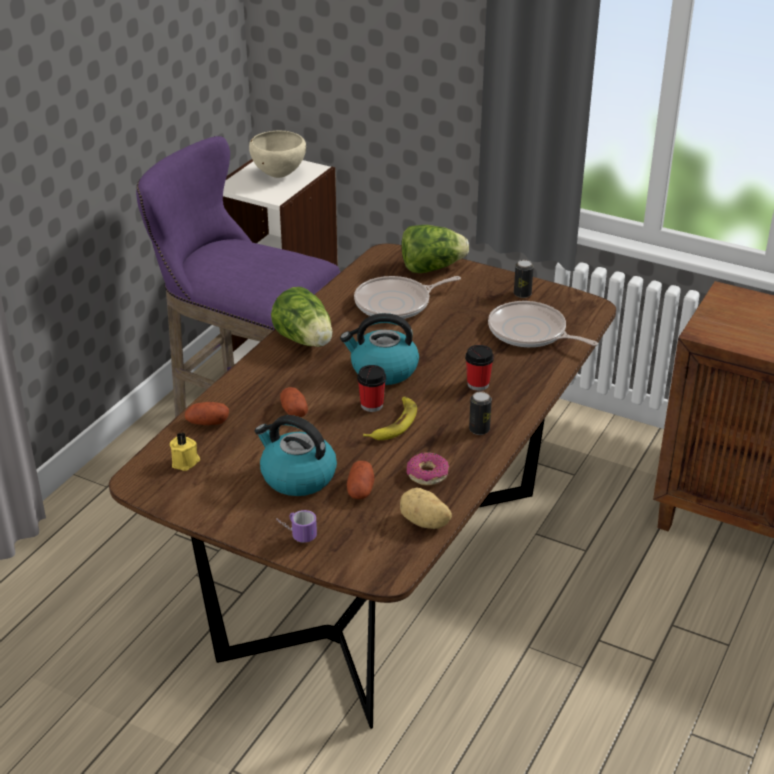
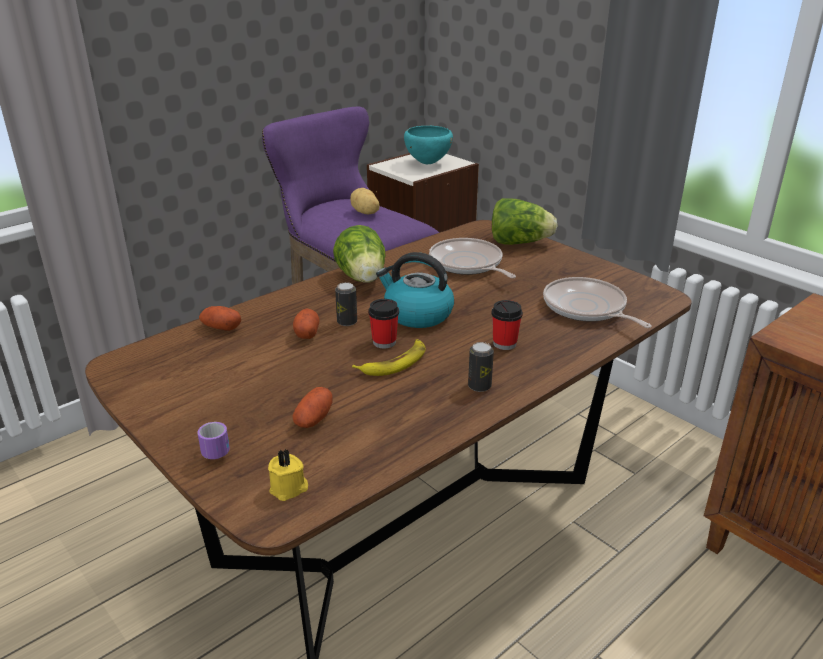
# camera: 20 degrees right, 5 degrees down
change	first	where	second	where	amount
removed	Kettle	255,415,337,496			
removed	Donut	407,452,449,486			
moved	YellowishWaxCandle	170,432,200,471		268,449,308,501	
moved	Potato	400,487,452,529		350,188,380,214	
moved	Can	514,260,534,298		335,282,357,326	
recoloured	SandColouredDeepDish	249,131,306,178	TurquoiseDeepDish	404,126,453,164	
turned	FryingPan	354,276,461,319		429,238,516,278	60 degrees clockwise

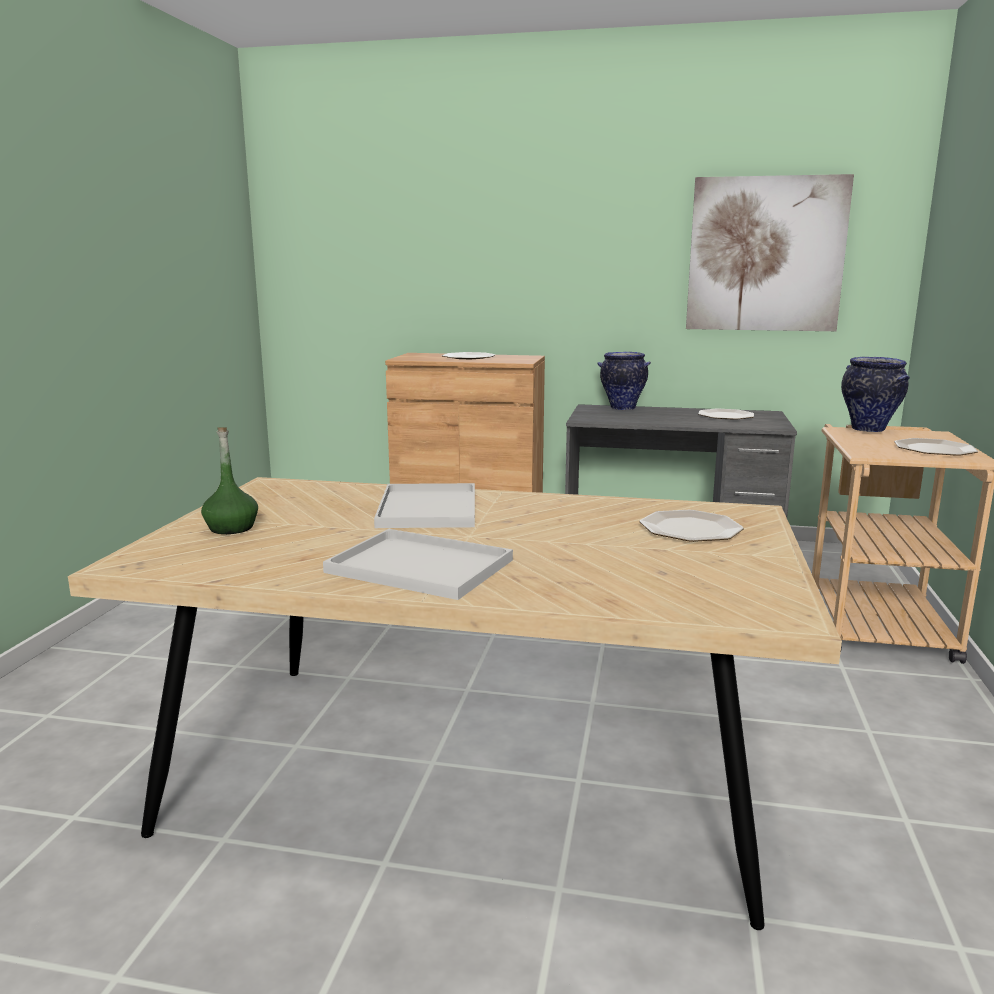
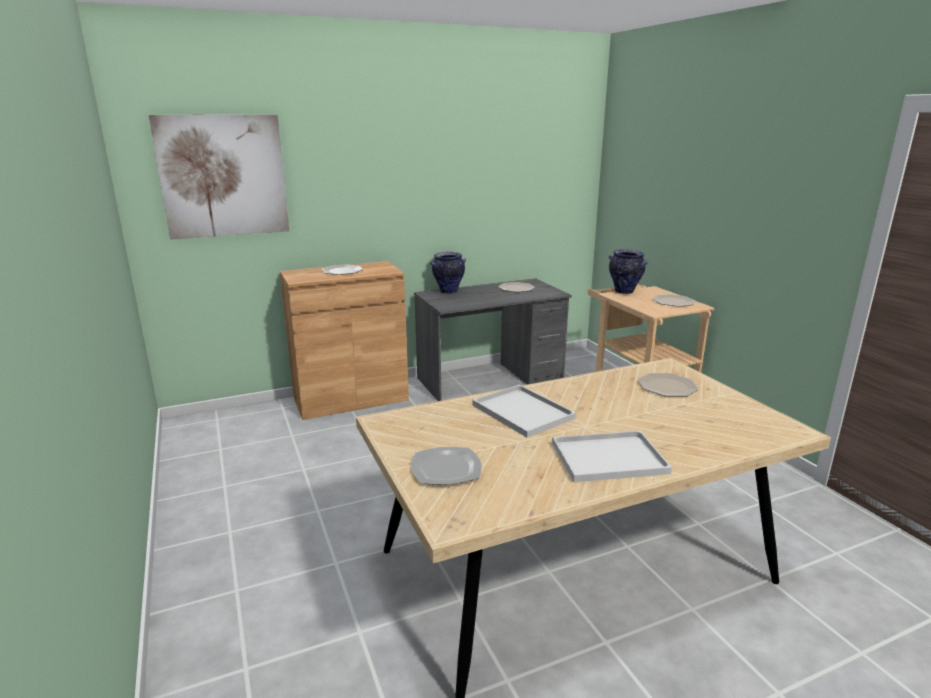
# camera: 35 degrees left, 5 degrees up
change	first	where	second	where	amount
moved	WallArt	686,174,854,331		149,115,289,240	
replaced	GreenColouredDrinkBottle	201,427,258,534	FlatDish	411,447,481,485	

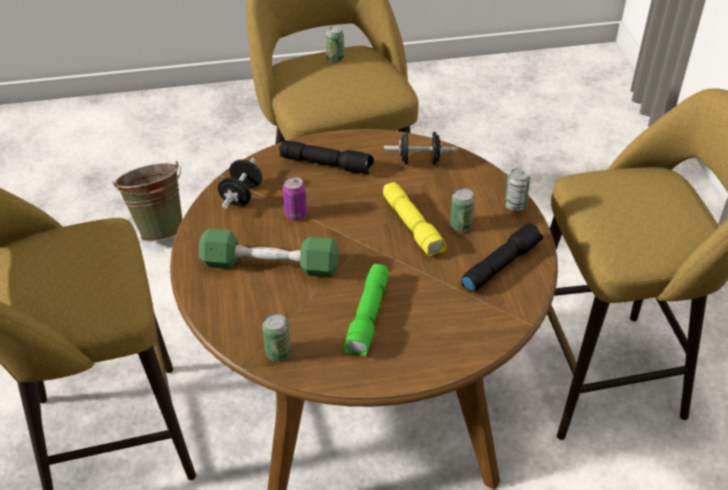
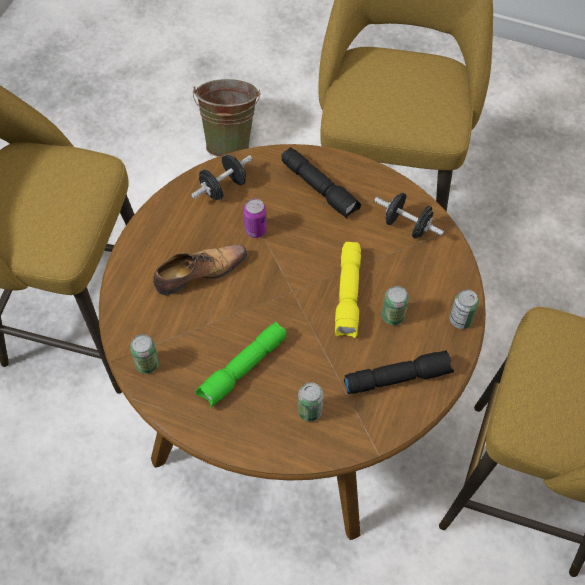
# camera: 30 degrees right, 15 degrees up
change	first	where	second	where	amount
moved	Can	326,25,344,63		298,382,324,422	
replaced	GreenColouredHandWeight	199,229,339,277	Shoe	153,245,248,295	

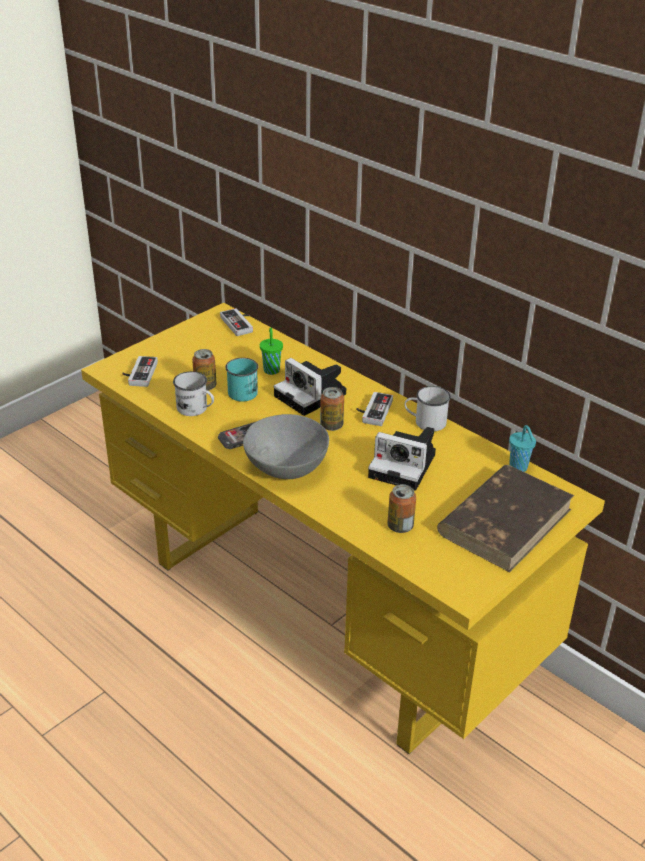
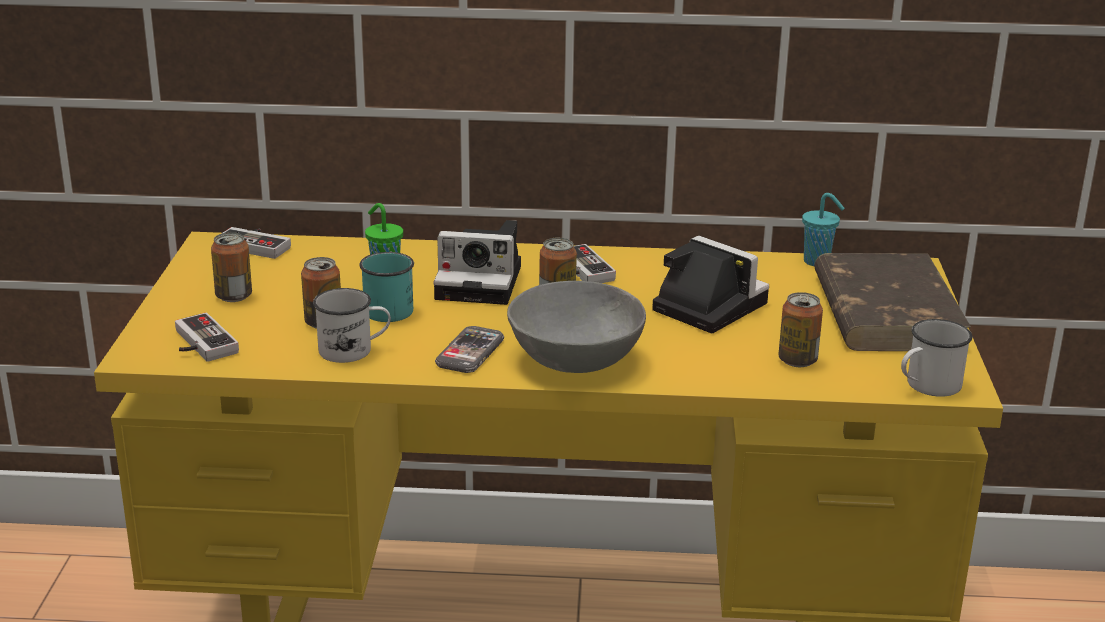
# camera: 40 degrees left, 10 degrees down
change	first	where	second	where	amount
added			Can	211,232,252,302	
moved	WhitishMug	405,386,451,431		901,319,972,397	
turned	PhotoCamera	368,427,436,490		652,236,769,333	120 degrees counterclockwise

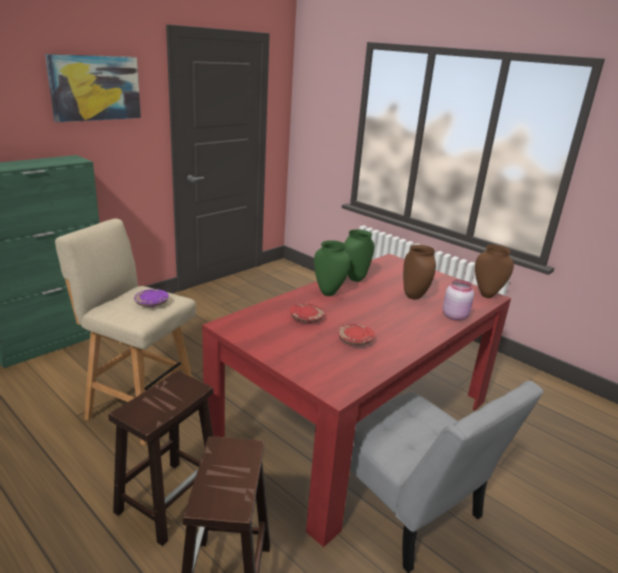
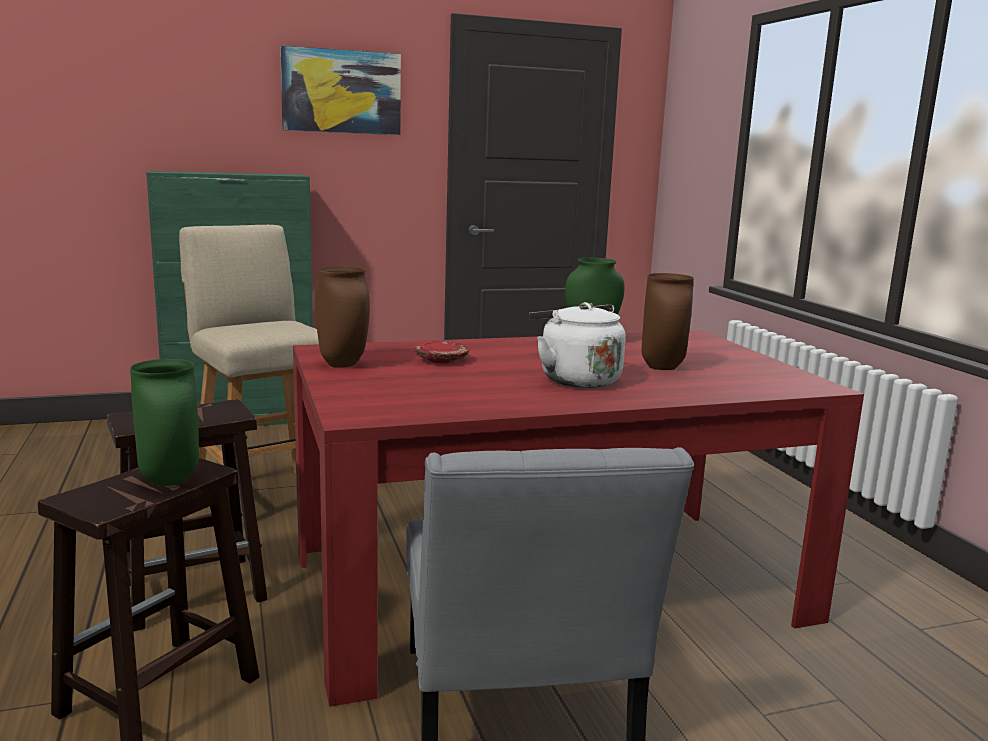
# camera: 30 degrees right, 10 degrees down
change	first	where	second	where	amount
removed	PurpleFlatDish	134,289,169,307			
removed	RedFlatDish	338,324,375,345			
removed	PinkColouredJar	443,280,474,321			
added			WhitishKettle	529,302,626,388	
moved	GreenColouredDecorativeVase	314,240,350,296		130,359,199,486	
moved	BrownishDecorativeVase	475,245,514,298		315,266,370,368	

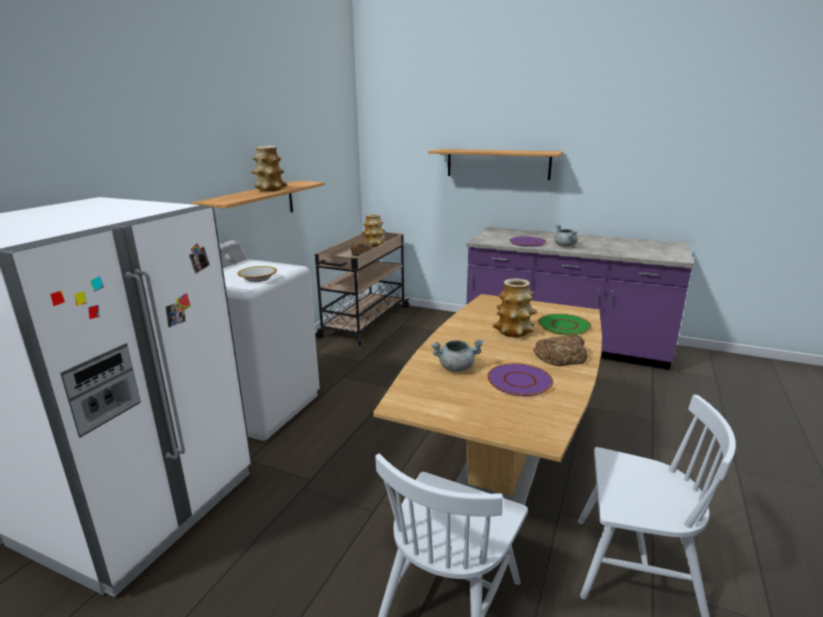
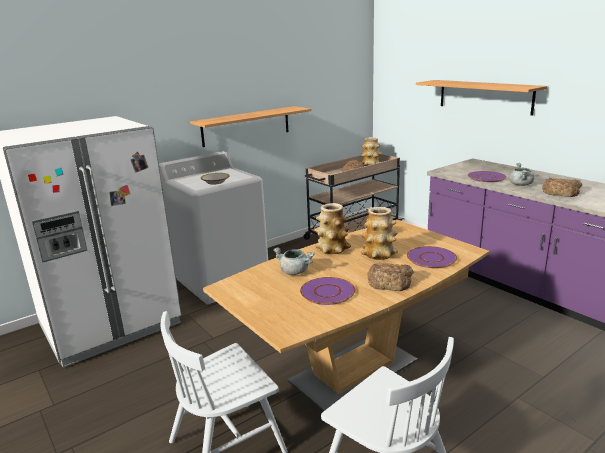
# camera: 30 degrees right, 0 degrees up
change	first	where	second	where	amount
added			Bread	542,178,582,197	
moved	DecorativeVase	251,146,287,191		314,203,351,254	
recoloured	GreenColouredFlatDish	538,314,592,335	PurpleFlatDish	407,246,457,268	

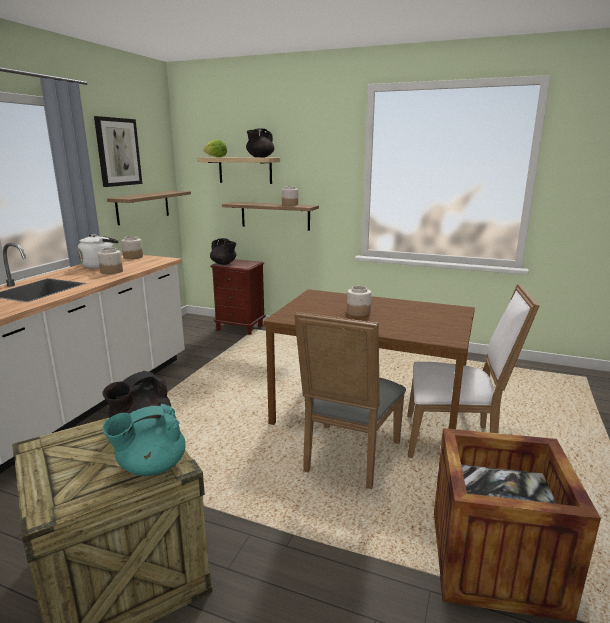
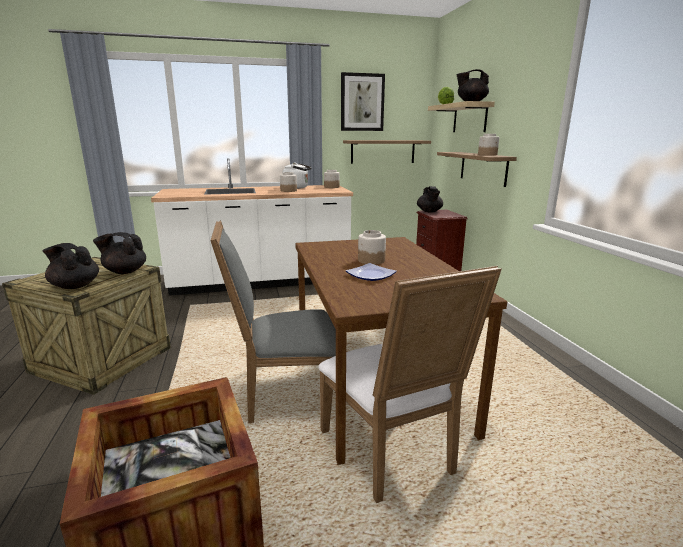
# camera: 55 degrees right, 0 degrees up
change	first	where	second	where	amount
added			FlatDish	346,263,397,281	
recoloured	TurquoisePotForTea	102,404,186,476	BlackColouredPotForTea	42,243,99,289	

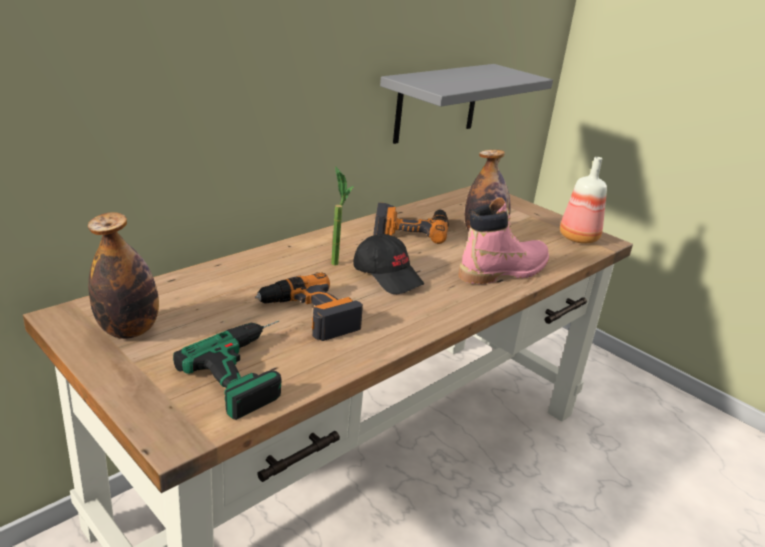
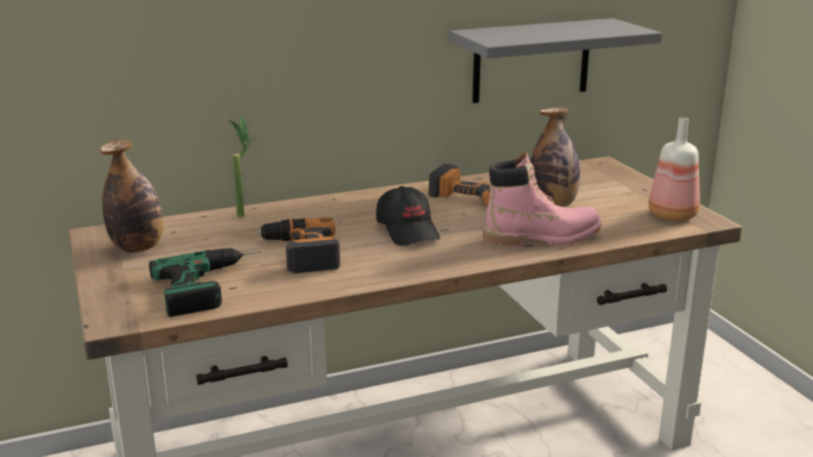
# camera: 25 degrees right, 5 degrees down
change	first	where	second	where	amount
moved	PlantInAPot	331,166,354,266		228,116,257,217	

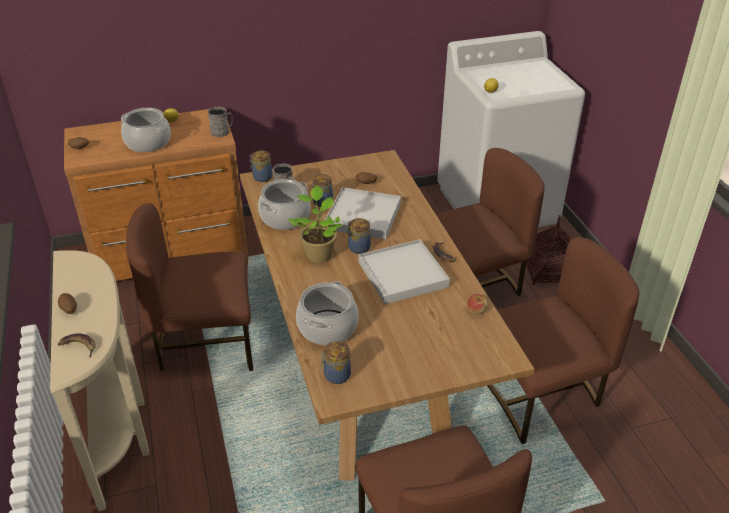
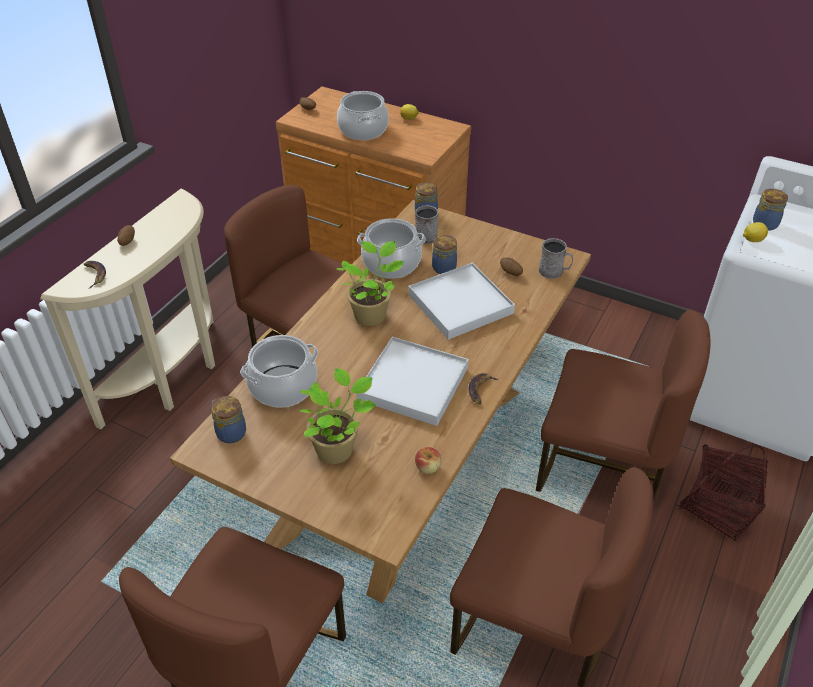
# camera: 45 degrees right, 5 degrees up
change	first	where	second	where	amount
added			PlantInAPot	299,368,376,464	
moved	GrayMug	207,107,233,137		539,238,573,279	
moved	Jar	347,218,371,254		753,189,788,231	

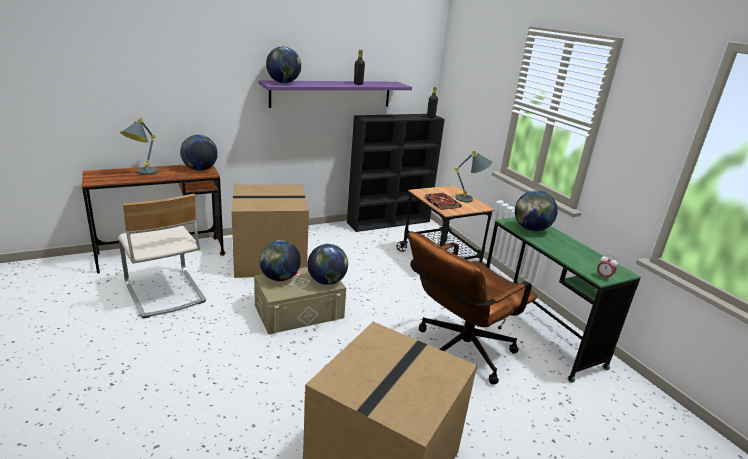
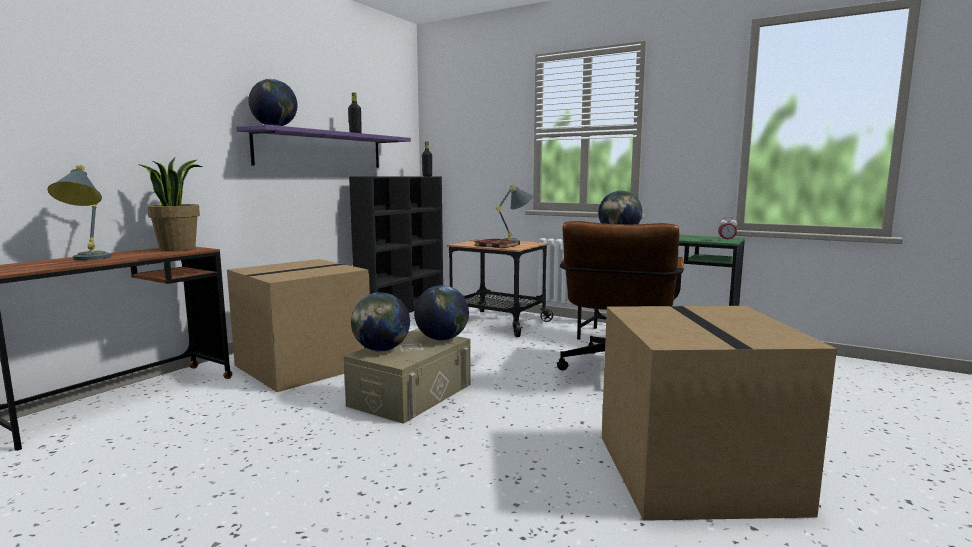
# camera: 30 degrees left, 15 degrees down
change	first	where	second	where	amount
removed	SandColouredPlainChair	118,194,206,318			
replaced	WorldGlobe	180,135,218,171	PlantInAPot	138,157,202,251	

